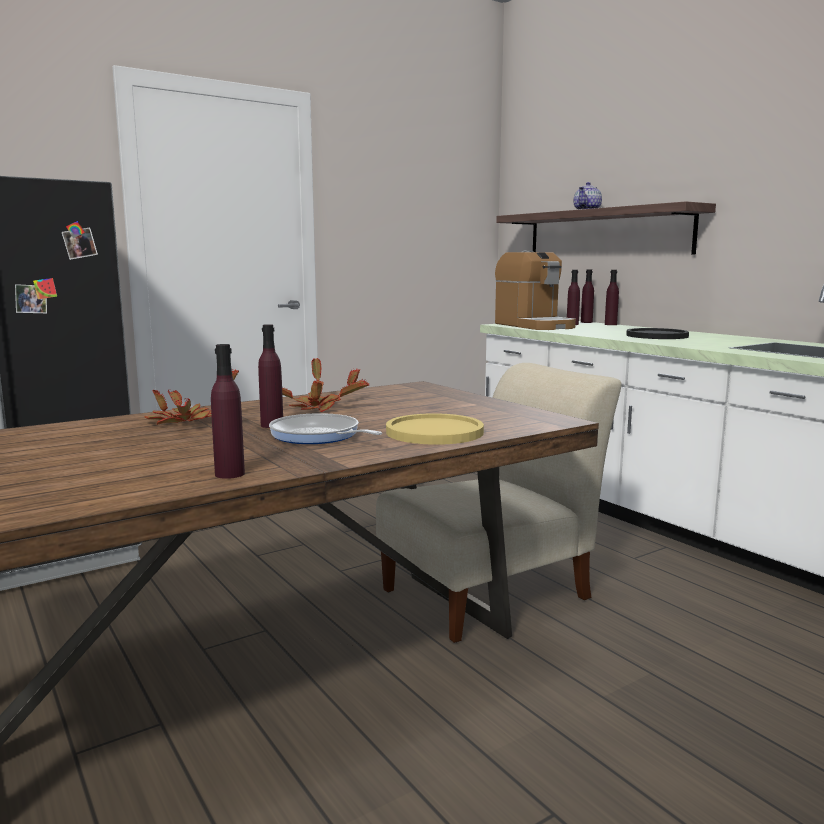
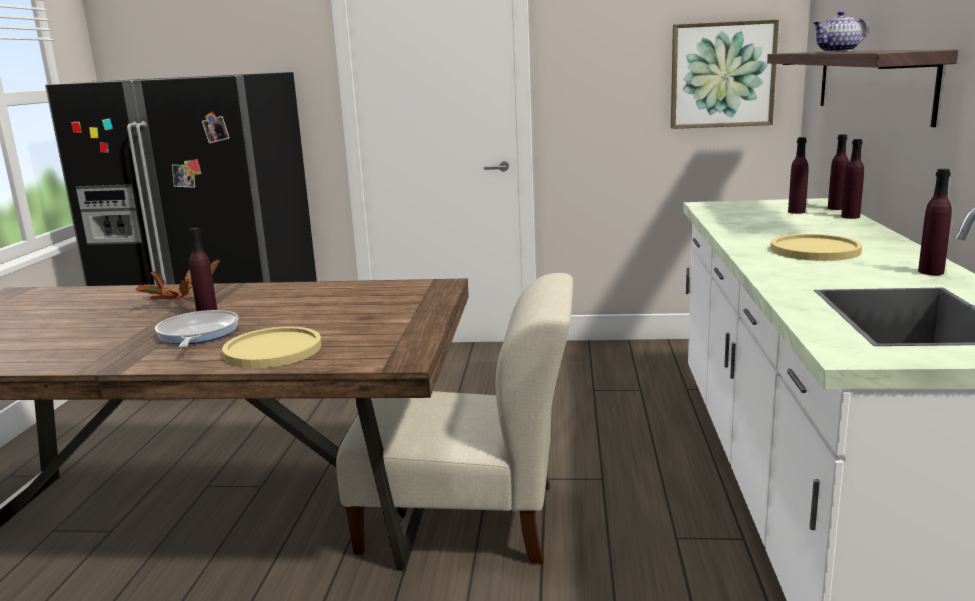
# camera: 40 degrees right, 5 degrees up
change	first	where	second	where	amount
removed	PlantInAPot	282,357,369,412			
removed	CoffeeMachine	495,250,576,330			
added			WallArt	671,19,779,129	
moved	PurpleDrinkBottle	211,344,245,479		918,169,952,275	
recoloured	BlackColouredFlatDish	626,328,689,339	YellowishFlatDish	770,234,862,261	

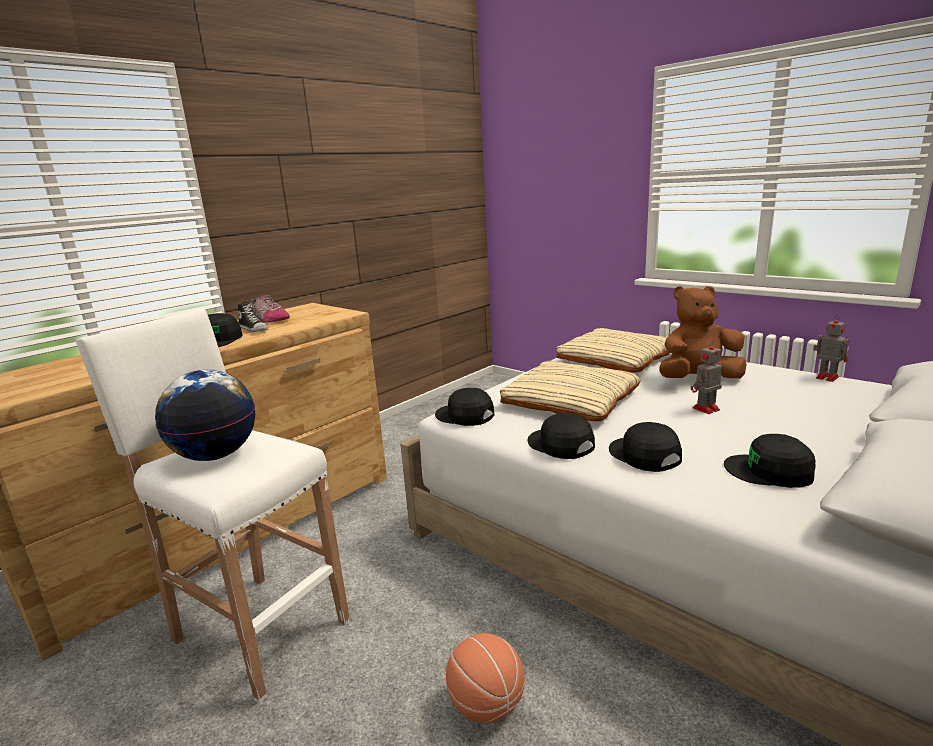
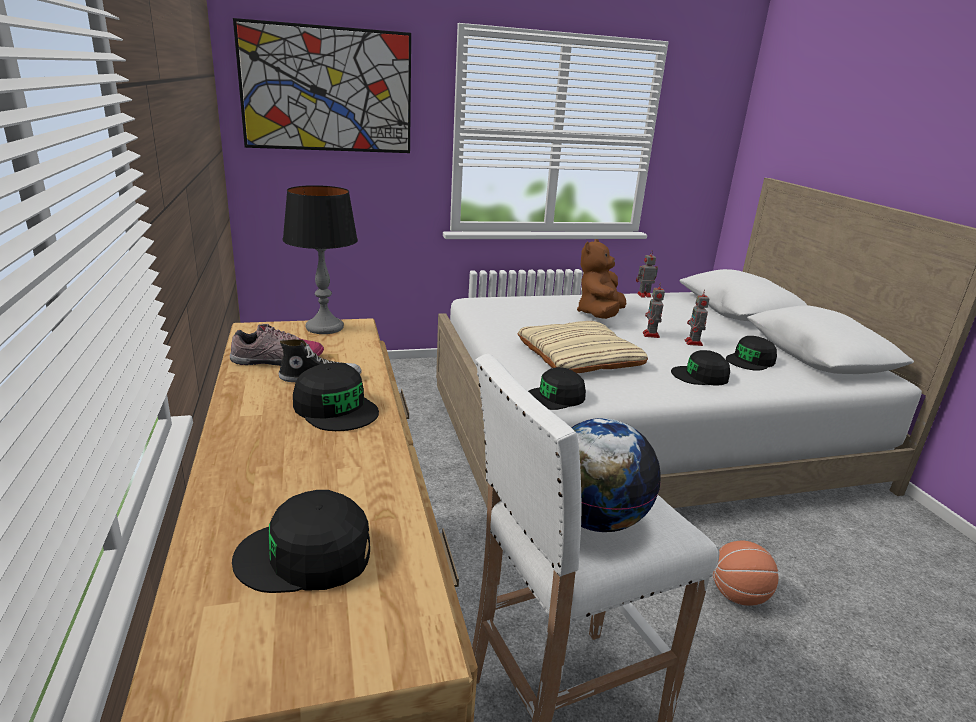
# camera: 60 degrees left, 5 degrees up
change	first	where	second	where	amount
removed	SandColouredThrowPillow	556,328,670,373			
added			WallArt	233,18,411,153	
added			LampForATable	283,185,358,334	
added			RobotFigure	685,293,709,346	
moved	BlackColouredPeakedCap	528,413,595,459		232,490,370,593	

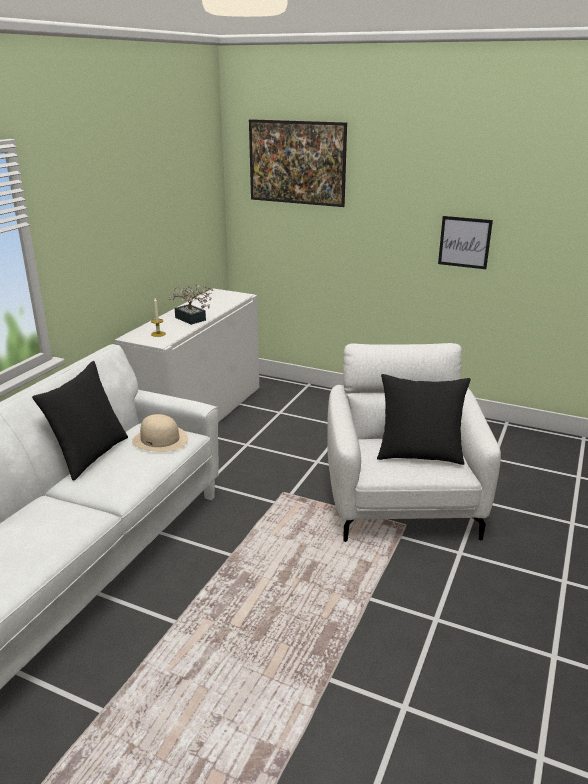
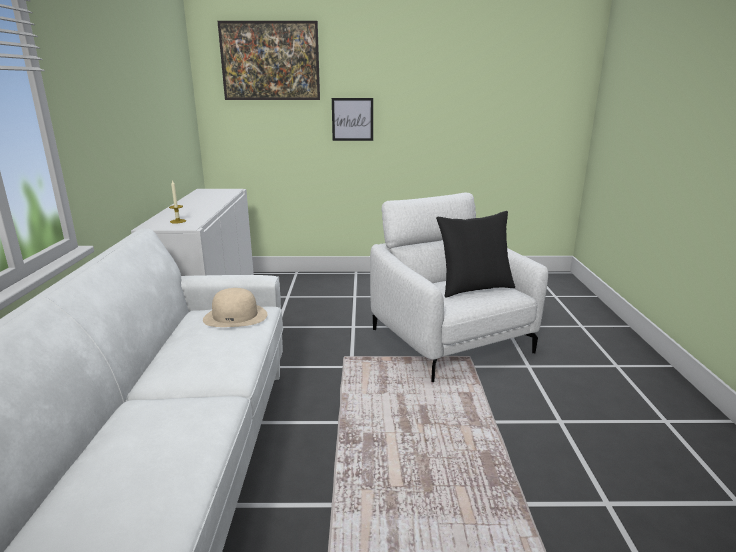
# camera: 25 degrees left, 5 degrees down
change	first	where	second	where	amount
removed	BlackColouredThrowPillow	32,361,128,481			
removed	PlantInAPot	168,284,213,325			
moved	WallArt	438,216,493,269		332,98,373,141	

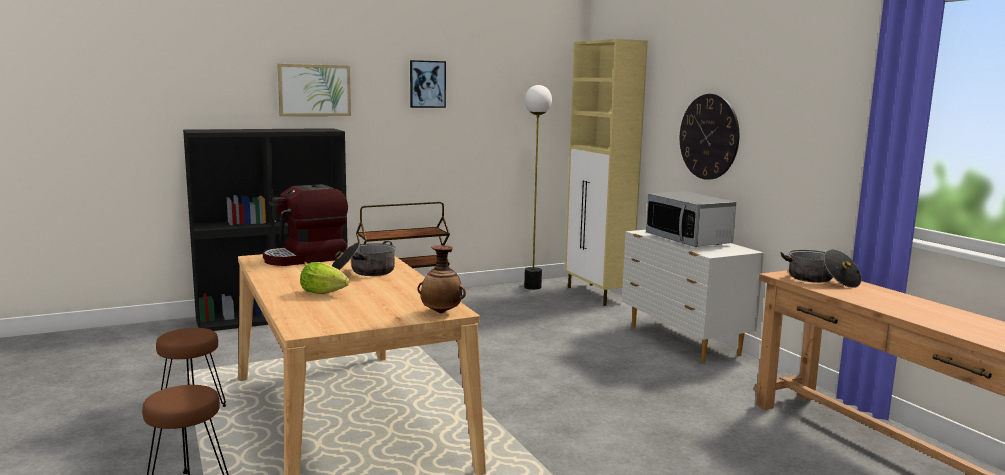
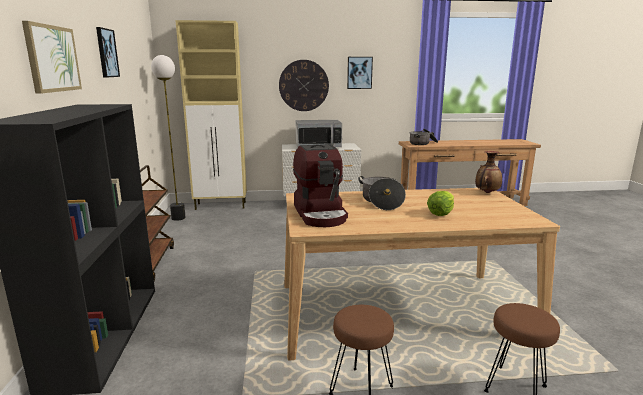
# camera: 70 degrees left, 5 degrees up
change	first	where	second	where	amount
added			WallArt	347,57,373,89	

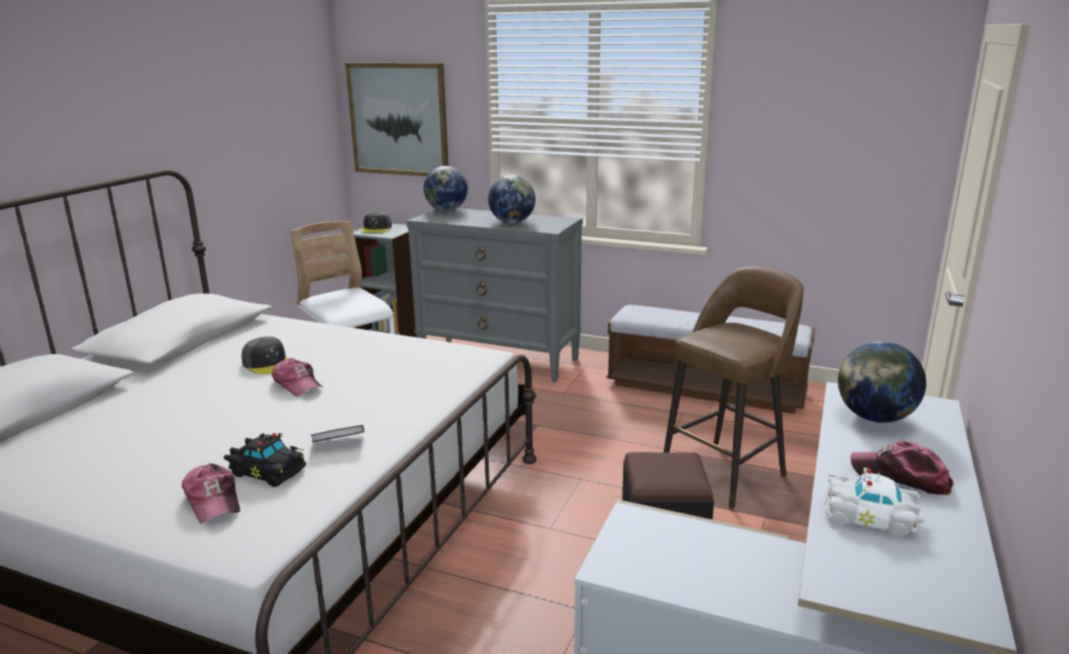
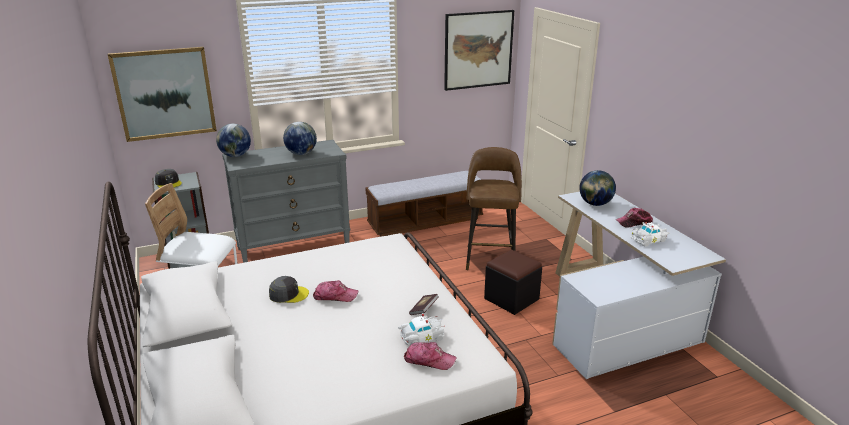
# camera: 45 degrees left, 5 degrees up
change	first	where	second	where	amount
added			WallArt	444,10,514,91	
recoloured	BlackColouredModelCar	224,433,306,487	WhitishModelCar	398,313,445,345	

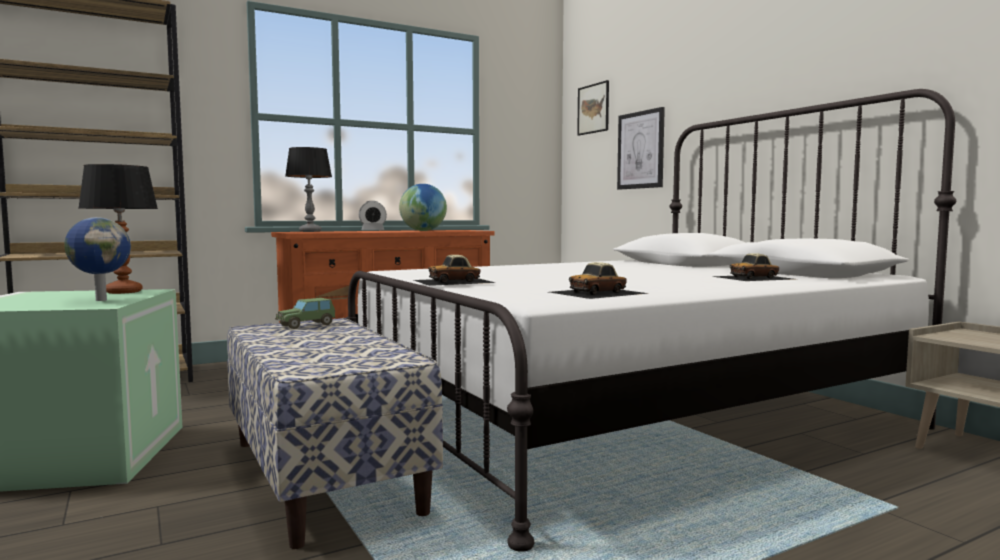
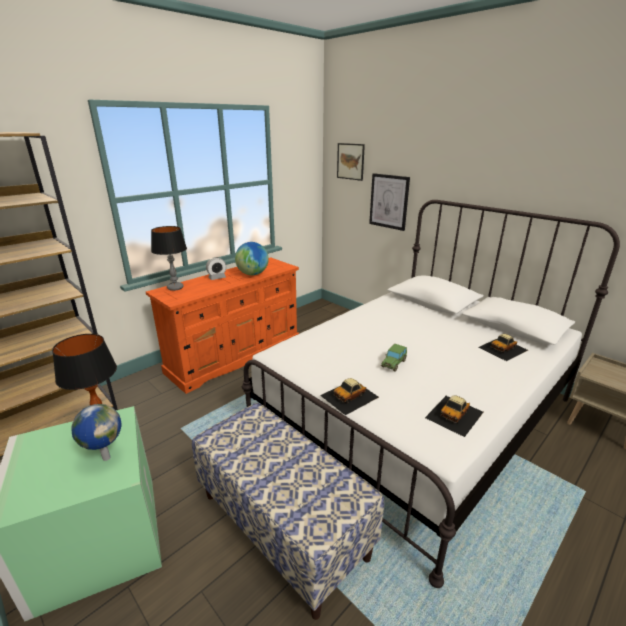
# camera: 15 degrees left, 20 degrees up
change	first	where	second	where	amount
moved	ModelCar	275,298,336,329		381,344,407,372	

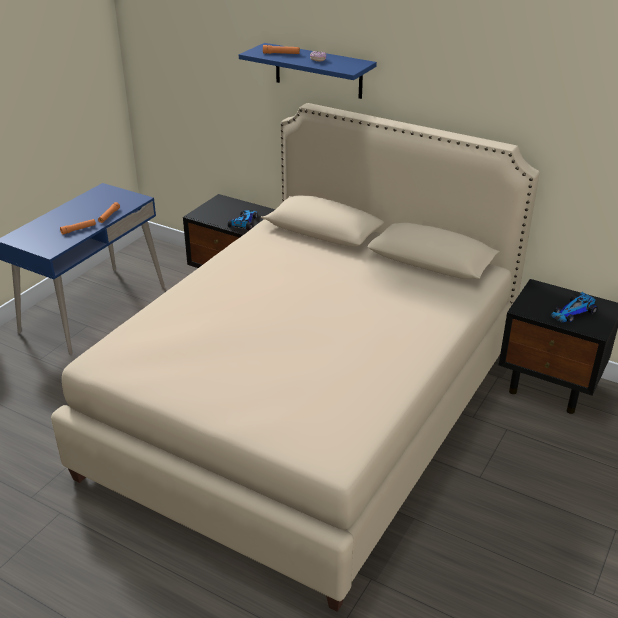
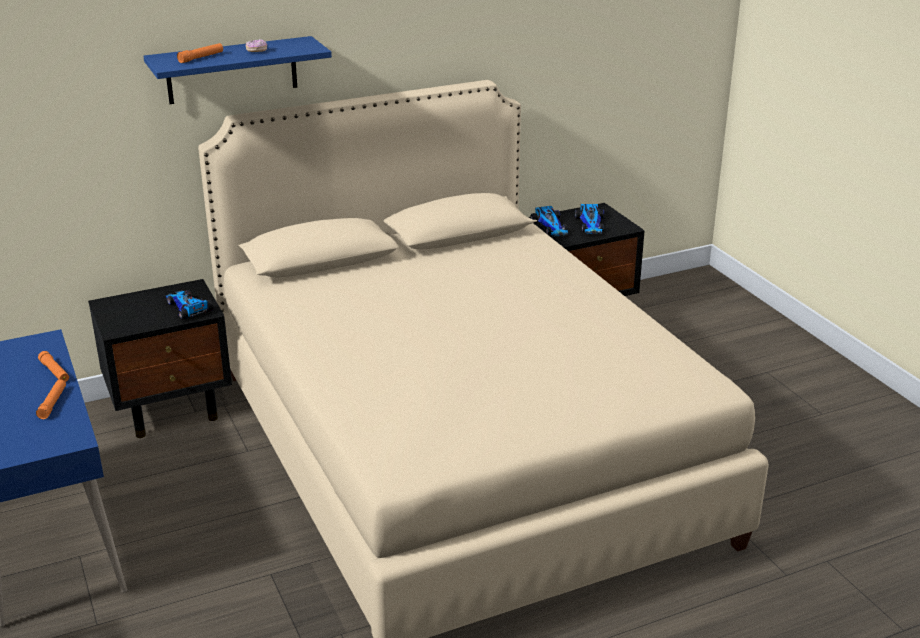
# camera: 55 degrees left, 5 degrees down
change	first	where	second	where	amount
added			ModelCar	530,206,568,237	

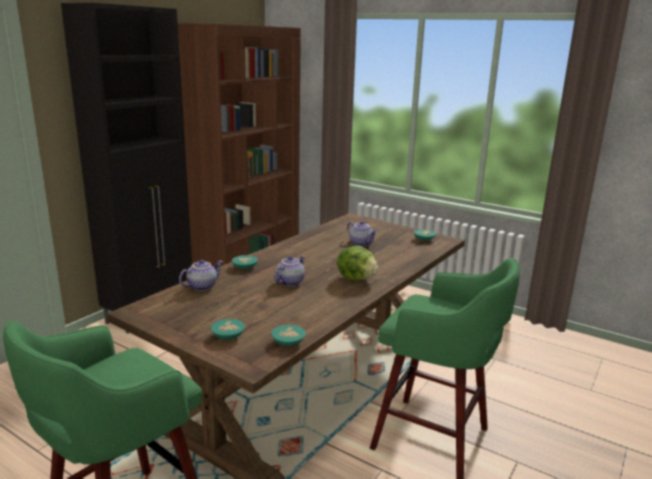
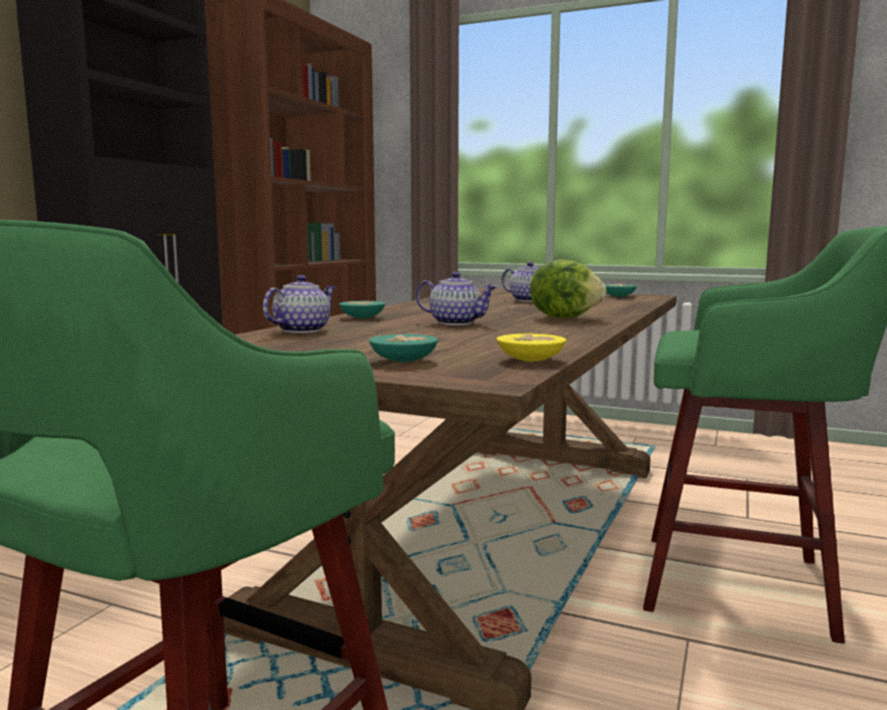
# camera: 10 degrees left, 10 degrees down
change	first	where	second	where	amount
recoloured	TurquoiseDeepDish	271,325,306,346	YellowishDeepDish	497,333,566,362	
turned	PotForTea	274,256,305,286		416,272,497,325	90 degrees clockwise

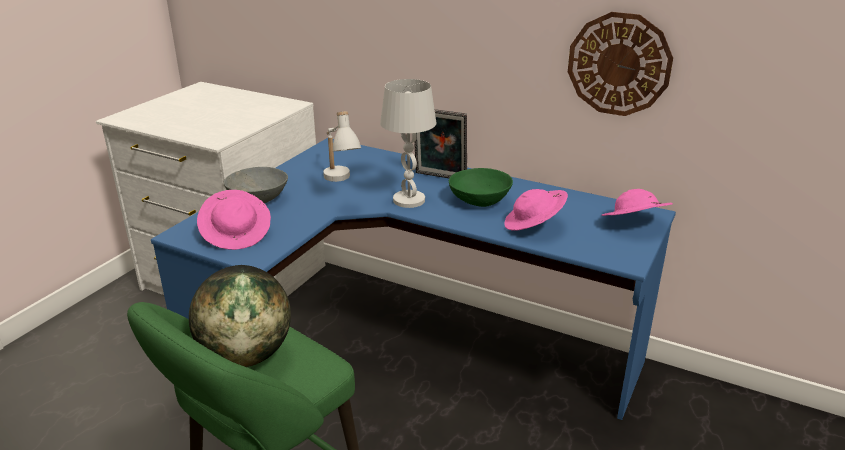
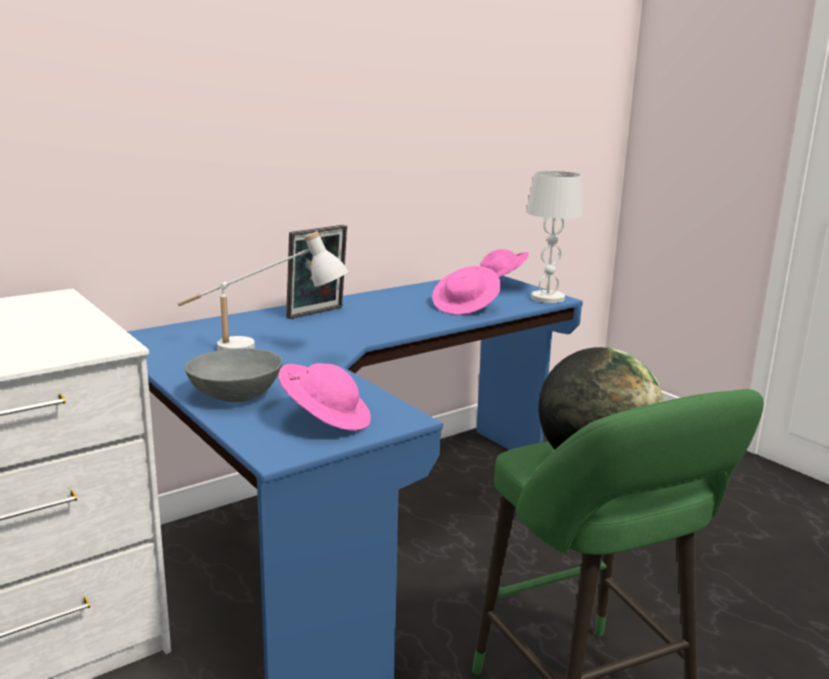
# camera: 65 degrees left, 10 degrees down
change	first	where	second	where	amount
removed	GreenColouredDeepDish	449,168,513,207			
removed	HangingClock	568,12,673,116			
moved	WhitishLampForATable	380,79,436,208		526,171,584,303	

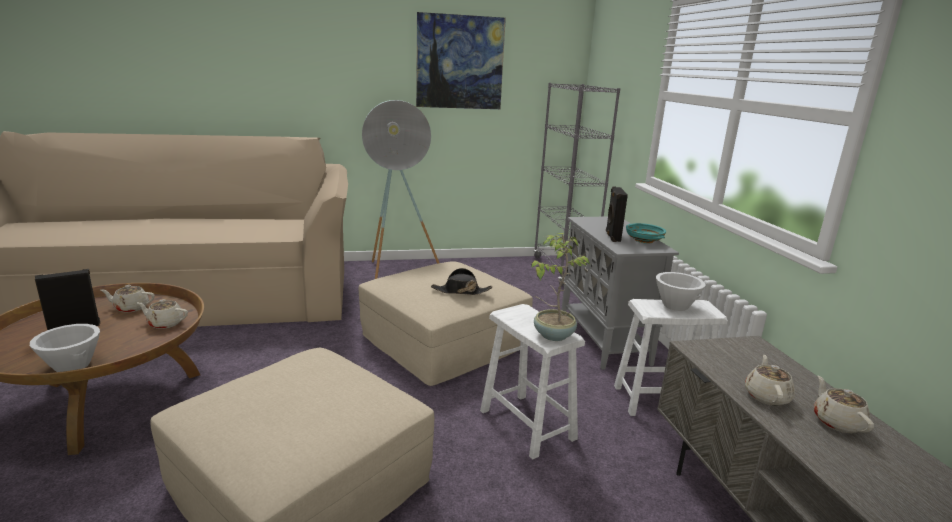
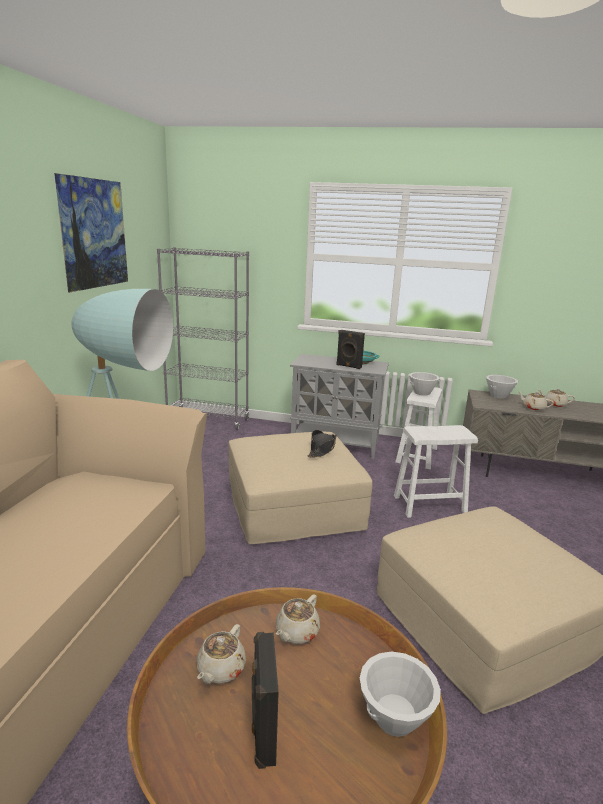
# camera: 65 degrees left, 0 degrees up
change	first	where	second	where	amount
removed	PlantInAPot	531,233,590,341			
added			WhitishDeepDish	486,375,518,399	

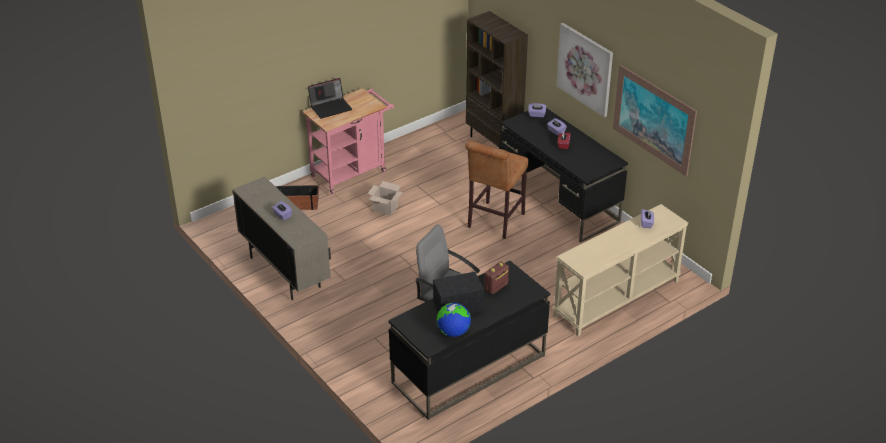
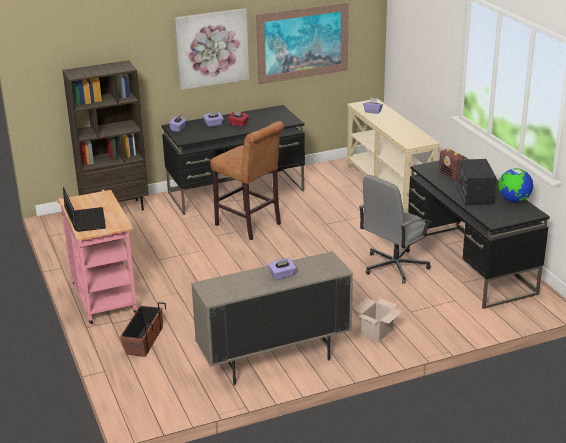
# camera: 75 degrees left, 10 degrees down
change	first	where	second	where	amount
moved	PackingBox	367,181,403,216		353,297,403,342	

